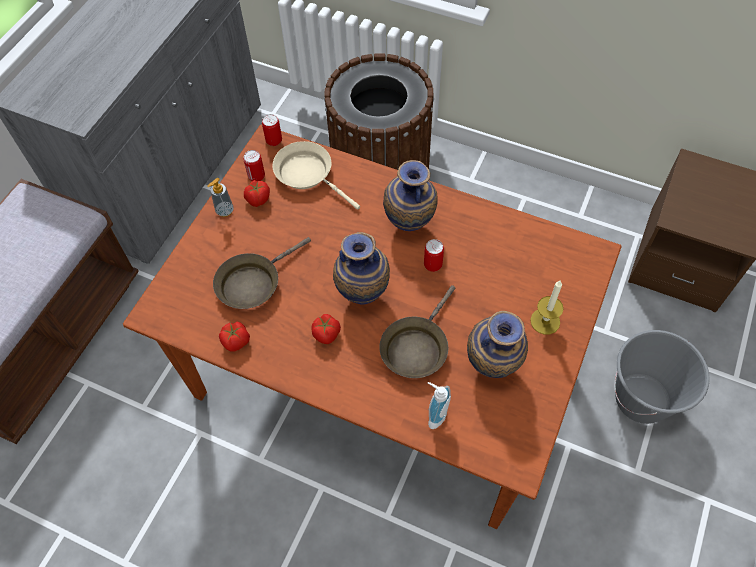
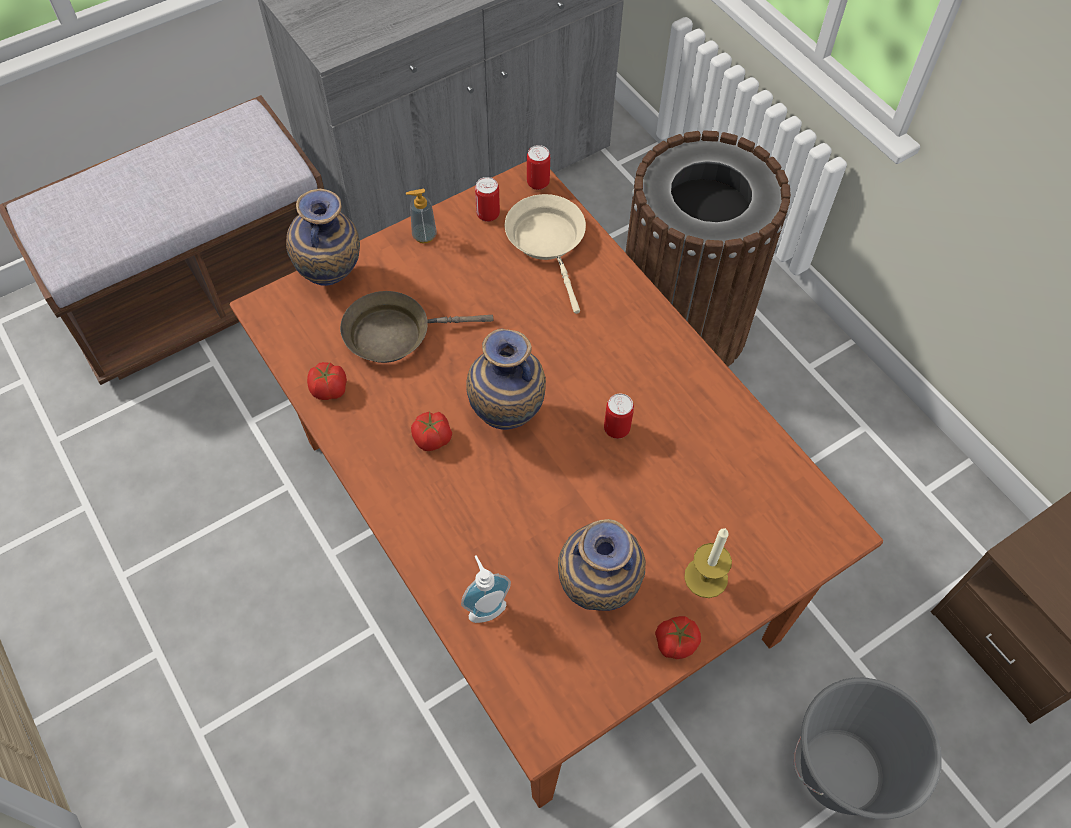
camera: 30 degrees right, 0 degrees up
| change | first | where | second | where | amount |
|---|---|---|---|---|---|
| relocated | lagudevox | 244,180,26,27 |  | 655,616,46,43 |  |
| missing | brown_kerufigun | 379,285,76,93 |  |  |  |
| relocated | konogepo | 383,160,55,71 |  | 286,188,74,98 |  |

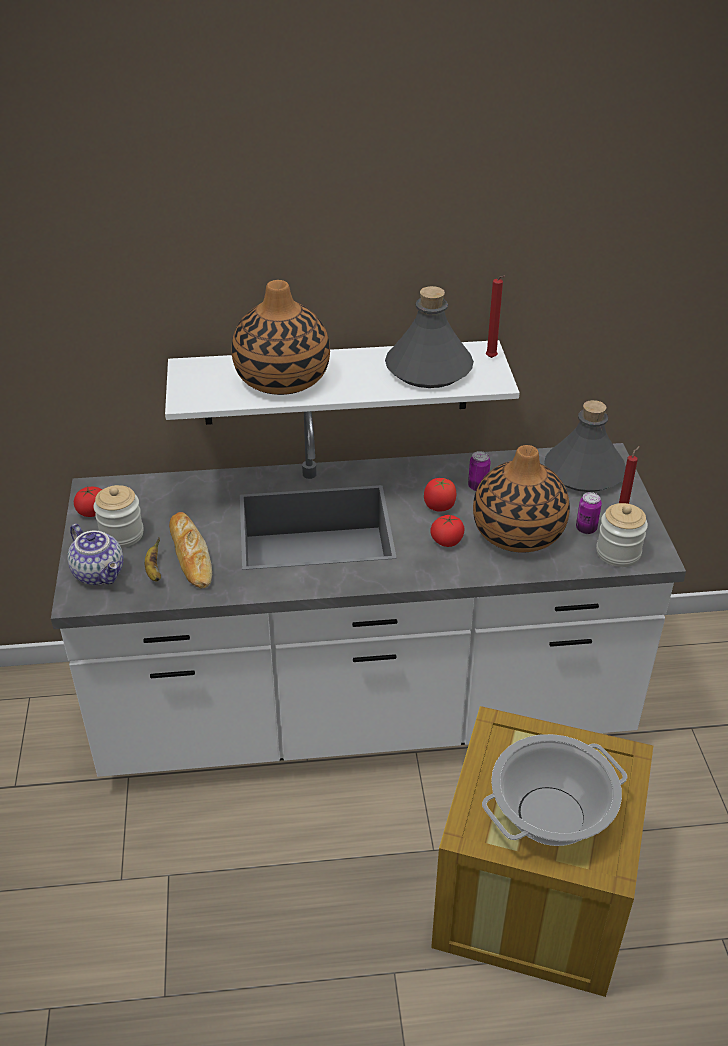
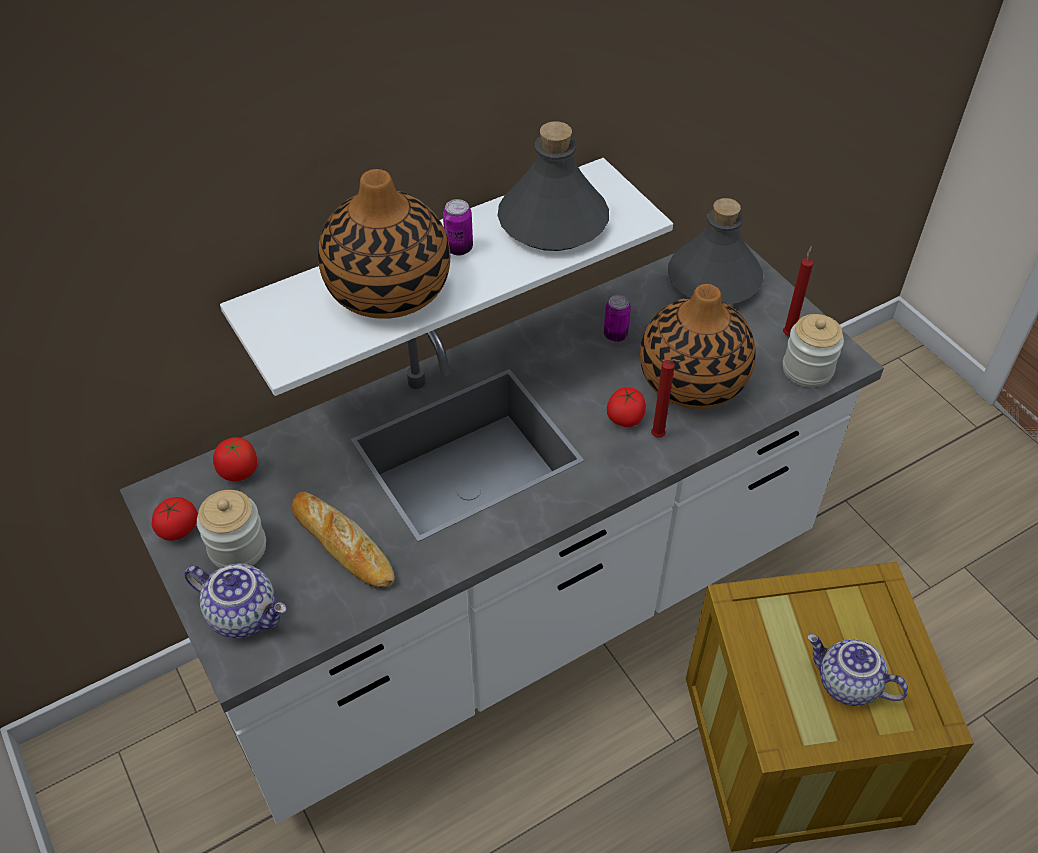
camera: 25 degrees left, 10 degrees up
| change | first | where | second | where | amount |
|---|---|---|---|---|---|
| missing | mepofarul | 145,537,16,44 |  |  |  |
| relocated | lagudevox | 424,478,32,34 |  | 213,437,44,44 |  |
| exchanged | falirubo | 482,734,145,112 | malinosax | 807,634,101,72 |  |
| relocated | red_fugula | 486,276,19,82 |  | 651,359,30,79 |  |
| relocated | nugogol | 576,492,26,42 |  | 443,199,30,57 |  |

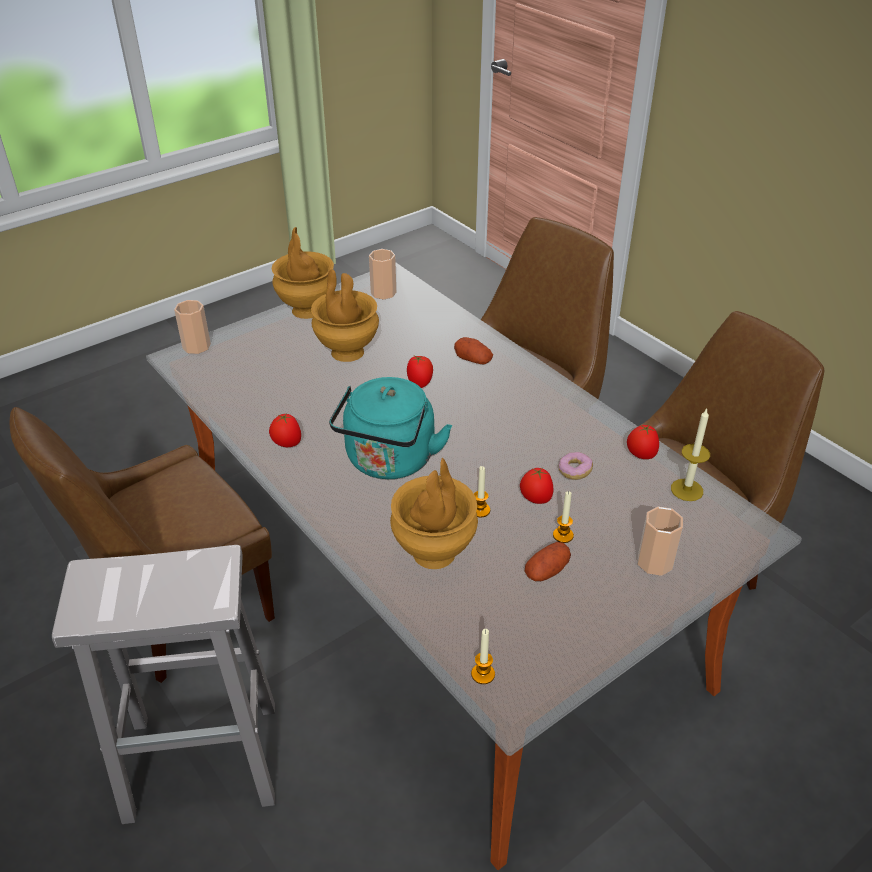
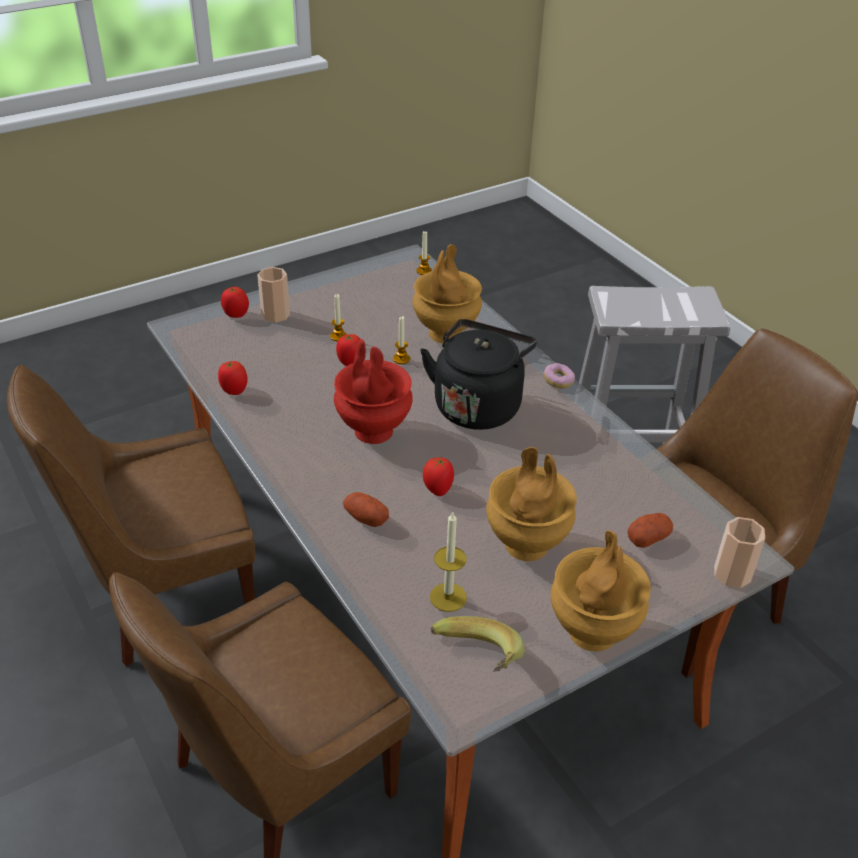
camera: 175 degrees left, 0 degrees up
| change | first | where | second | where | amount |
|---|---|---|---|---|---|
| relocated | lagudevox | 269,414,32,33 |  | 221,287,28,31 |  |
| colour | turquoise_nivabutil | 329,377,123,102 | black_nivabutil | 420,319,117,111 |  |
| exchanged | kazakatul | 369,249,28,51 | mepofarul | 431,616,94,56 |  |
| relocated | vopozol | 525,542,46,39 |  | 628,513,45,35 |  |
| relocated | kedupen | 558,452,35,28 |  | 543,363,32,26 |  |
| relocated | fugula | 671,408,39,93 |  | 430,512,37,100 |  |
| appeared |  |  | red_konogepo | 334,339,79,105 |  |

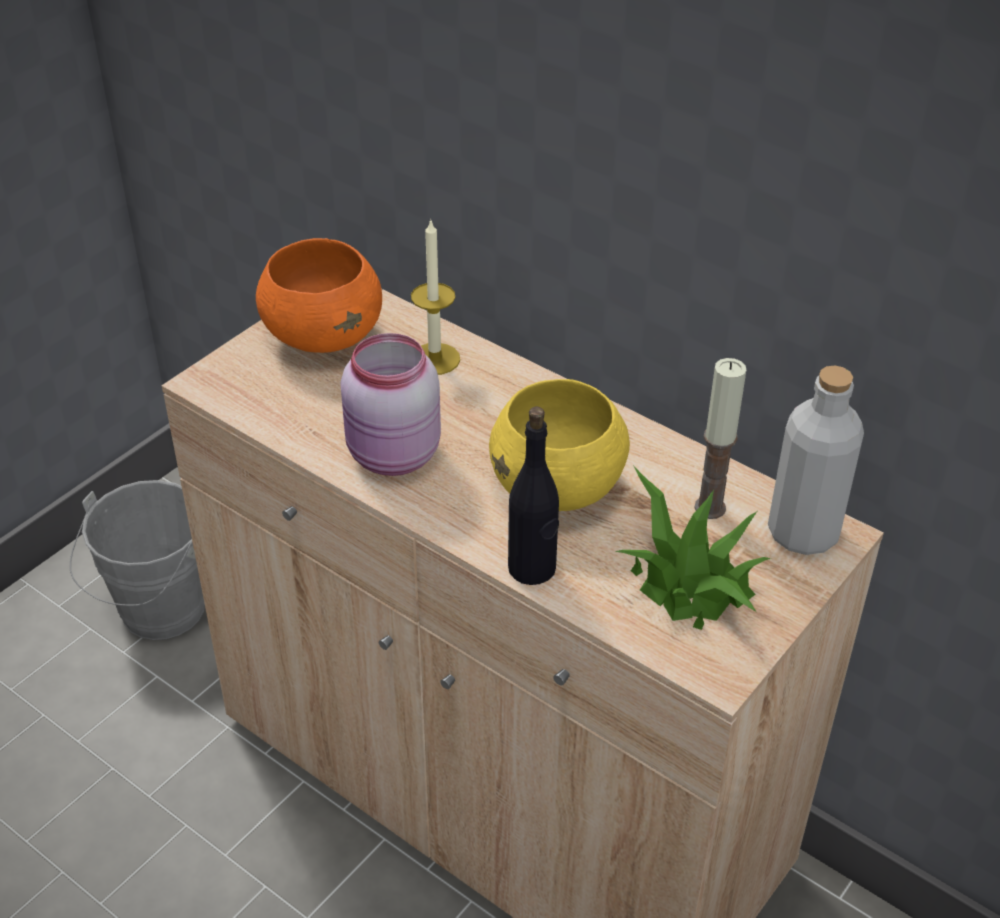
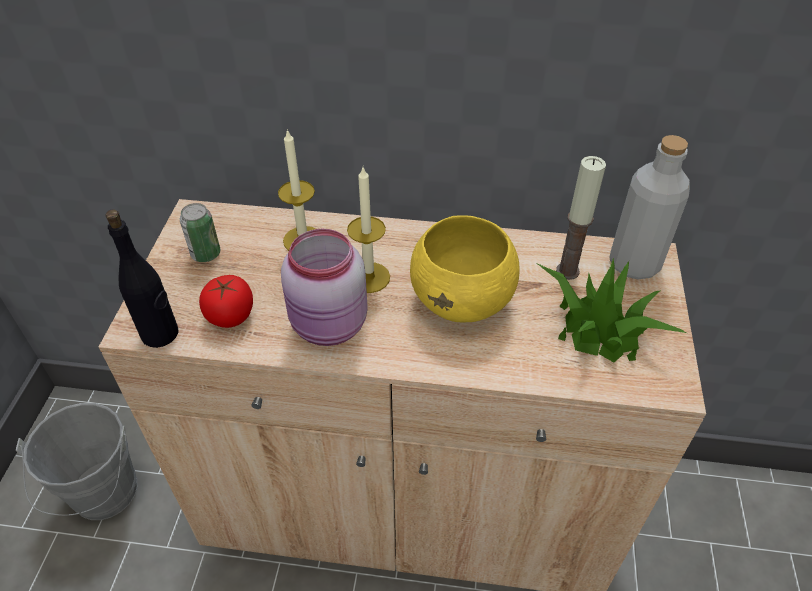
camera: 30 degrees left, 5 degrees up
| change | first | where | second | where | amount |
|---|---|---|---|---|---|
| exchanged | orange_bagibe | 256,238,126,115 | nugogol | 180,203,40,59 |  |
| relocated | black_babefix | 508,407,51,178 |  | 105,209,74,139 |  |
| appeared |  |  | lagudevox | 199,275,54,53 |  |
| appeared |  |  | fugula | 347,167,43,126 |  |

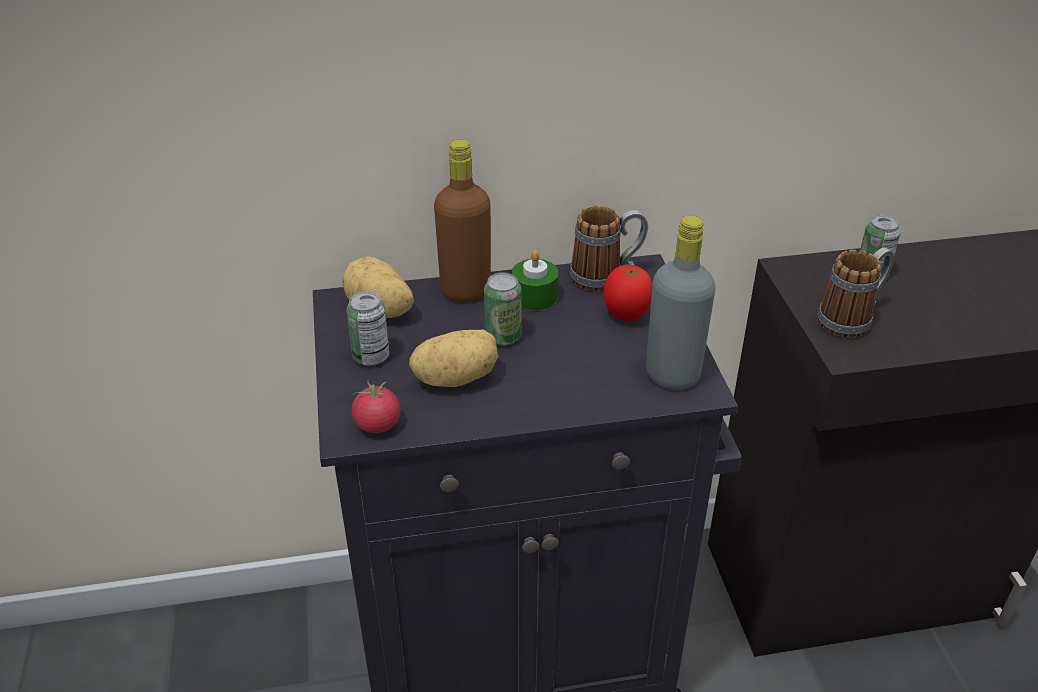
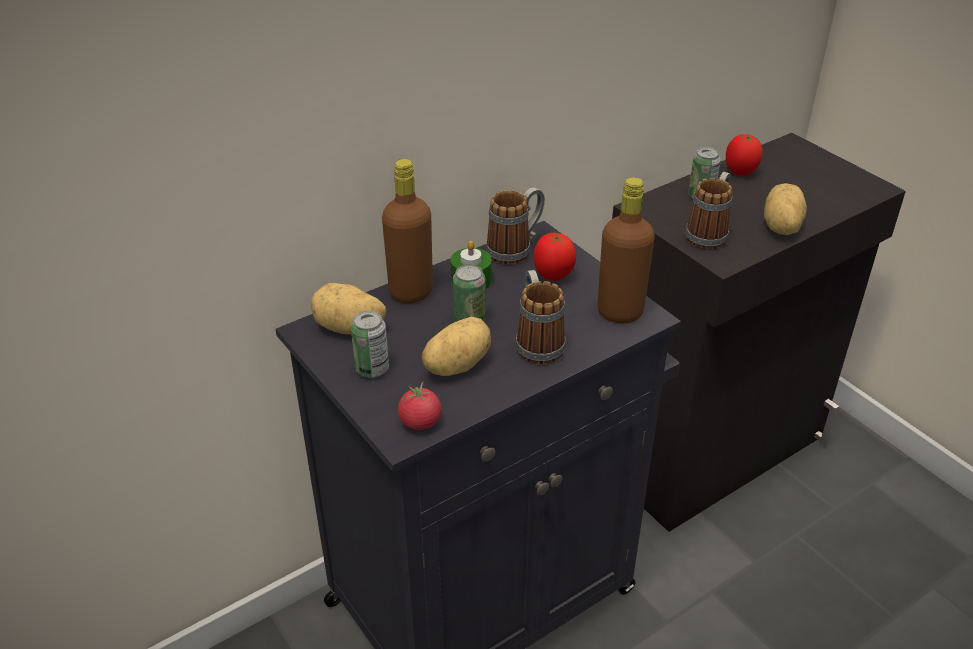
camera: 25 degrees left, 0 degrees up
| change | first | where | second | where | amount |
|---|---|---|---|---|---|
| colour | grey_babefix | 646,216,70,174 | brown_babefix | 597,177,58,146 |  |
| appeared |  |  | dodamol | 515,270,51,94 |  |
| appeared |  |  | lagudevox | 726,134,37,42 |  |
| appeared |  |  | vopozol | 764,183,43,52 |  |

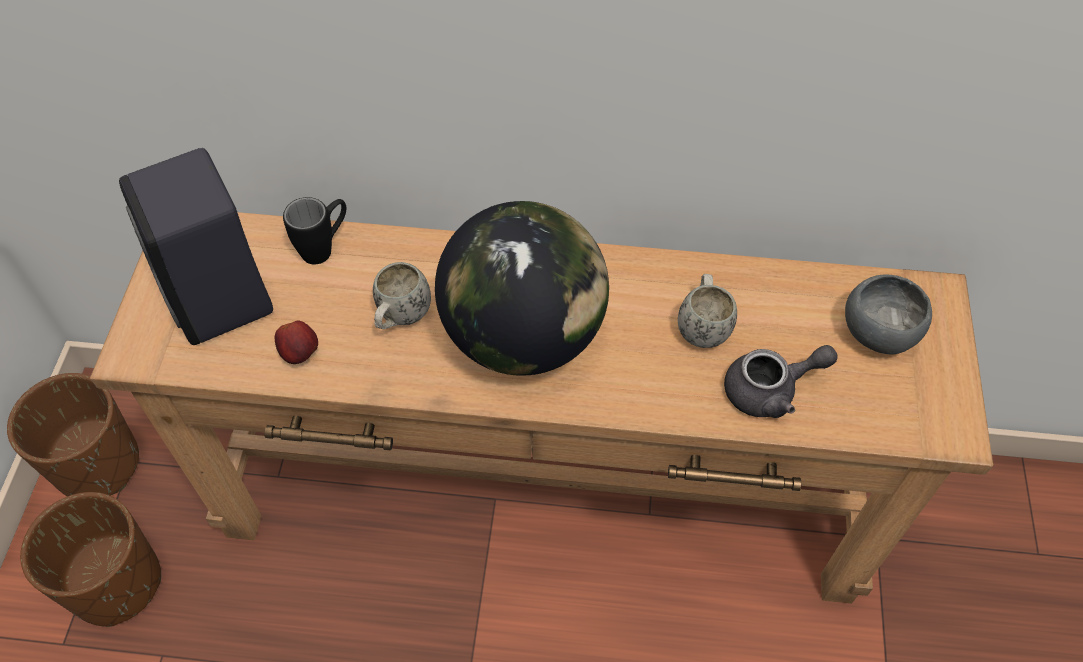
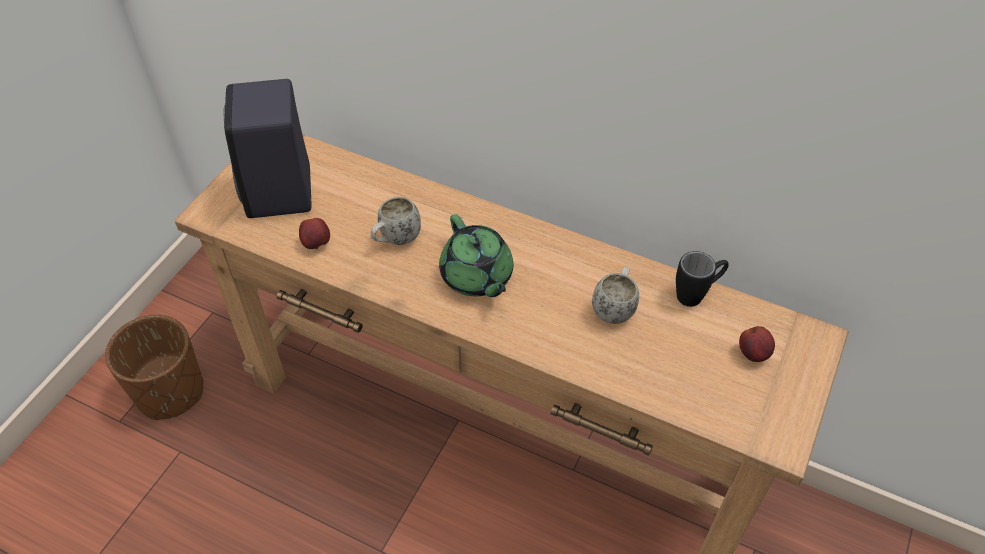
camera: 20 degrees right, 5 degrees down
| change | first | where | second | where | amount |
|---|---|---|---|---|---|
| missing | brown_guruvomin | 7,373,132,123 |  |  |  |
| relocated | black_dodamol | 283,197,63,68 |  | 676,251,53,56 |  |
| exchanged | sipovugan | 435,201,174,174 | green_malinosax | 439,214,74,83 |  |
| missing | grey_malinosax | 724,345,114,73 |  |  |  |
| exchanged | grey_bagibe | 845,274,87,80 | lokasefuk | 739,326,36,36 |  |

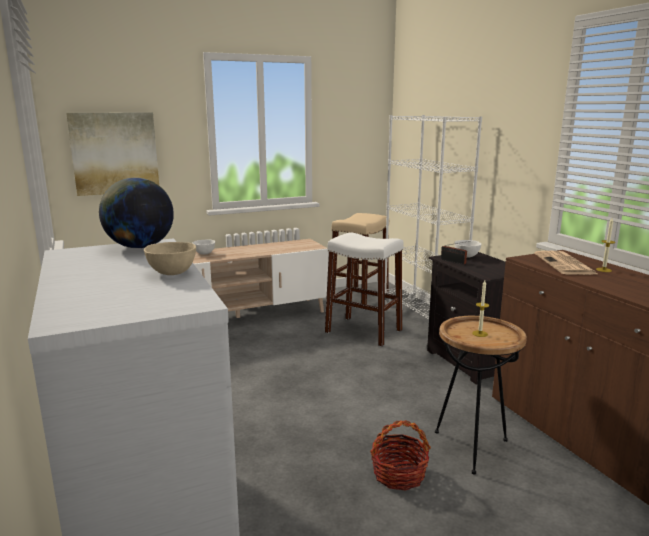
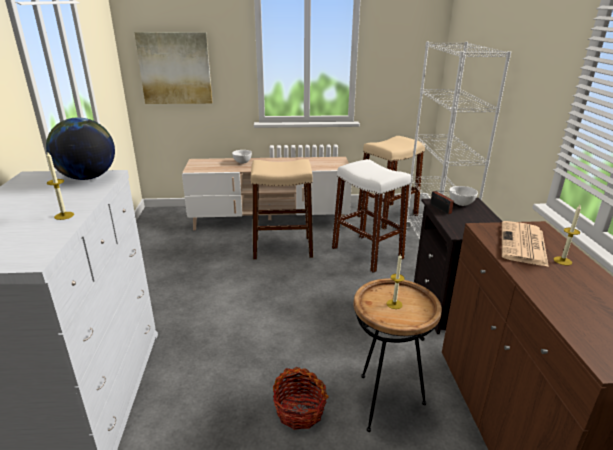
camera: 20 degrees right, 10 degrees up
| change | first | where | second | where | amount |
|---|---|---|---|---|---|
| exchanged | beige_bagibe | 144,242,52,33 | fugula | 47,152,27,68 |  |
| appeared |  |  | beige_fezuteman | 251,159,62,100 |  |

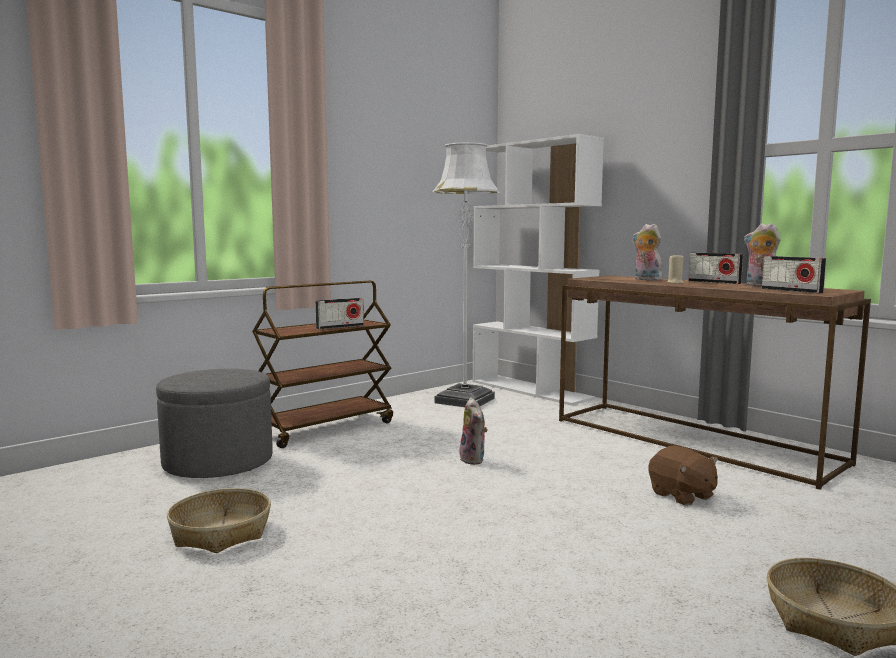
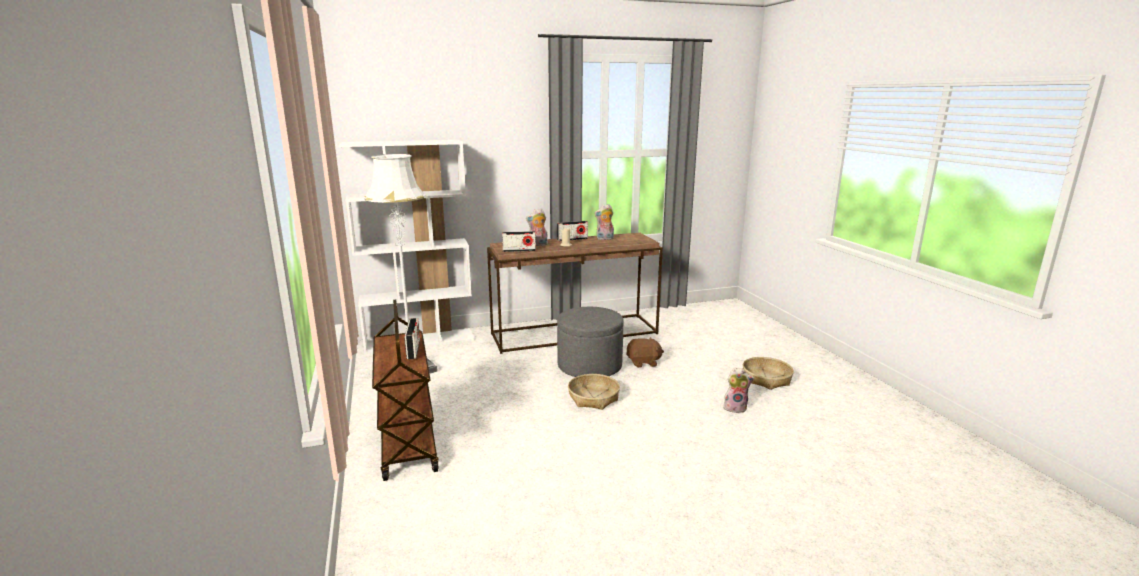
camera: 65 degrees left, 10 degrees up
| change | first | where | second | where | amount |
|---|---|---|---|---|---|
| relocated | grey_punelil | 156,369,117,109 |  | 557,307,67,70 |  |
| relocated | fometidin | 167,488,104,65 |  | 568,374,52,36 |  |
| relocated | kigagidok | 460,398,28,67 |  | 723,368,31,45 |  |
| relocated | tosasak | 762,256,64,37 |  | 502,231,34,21 |  |

